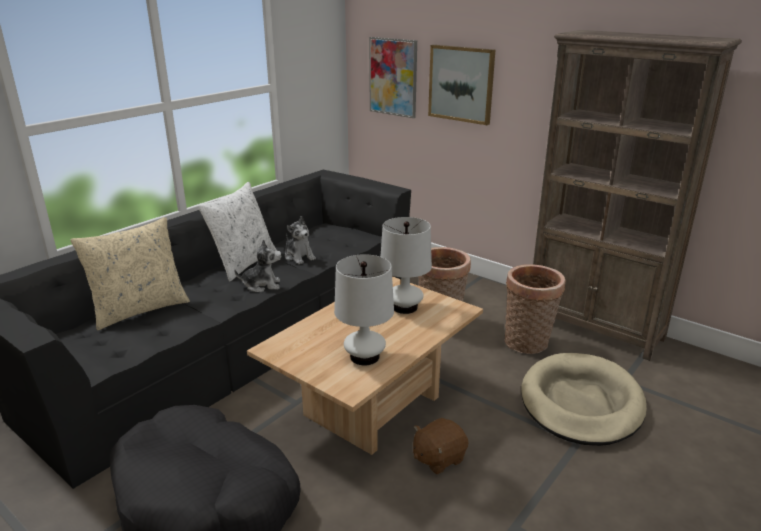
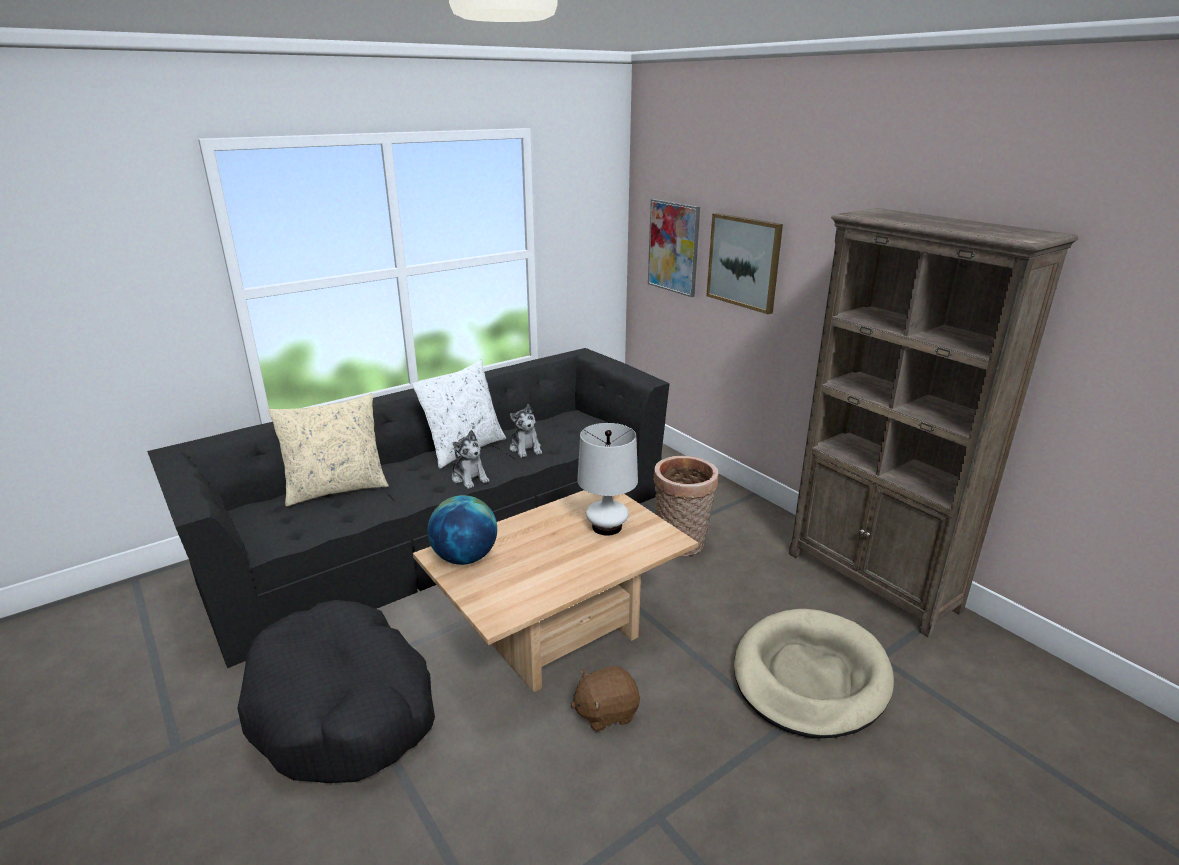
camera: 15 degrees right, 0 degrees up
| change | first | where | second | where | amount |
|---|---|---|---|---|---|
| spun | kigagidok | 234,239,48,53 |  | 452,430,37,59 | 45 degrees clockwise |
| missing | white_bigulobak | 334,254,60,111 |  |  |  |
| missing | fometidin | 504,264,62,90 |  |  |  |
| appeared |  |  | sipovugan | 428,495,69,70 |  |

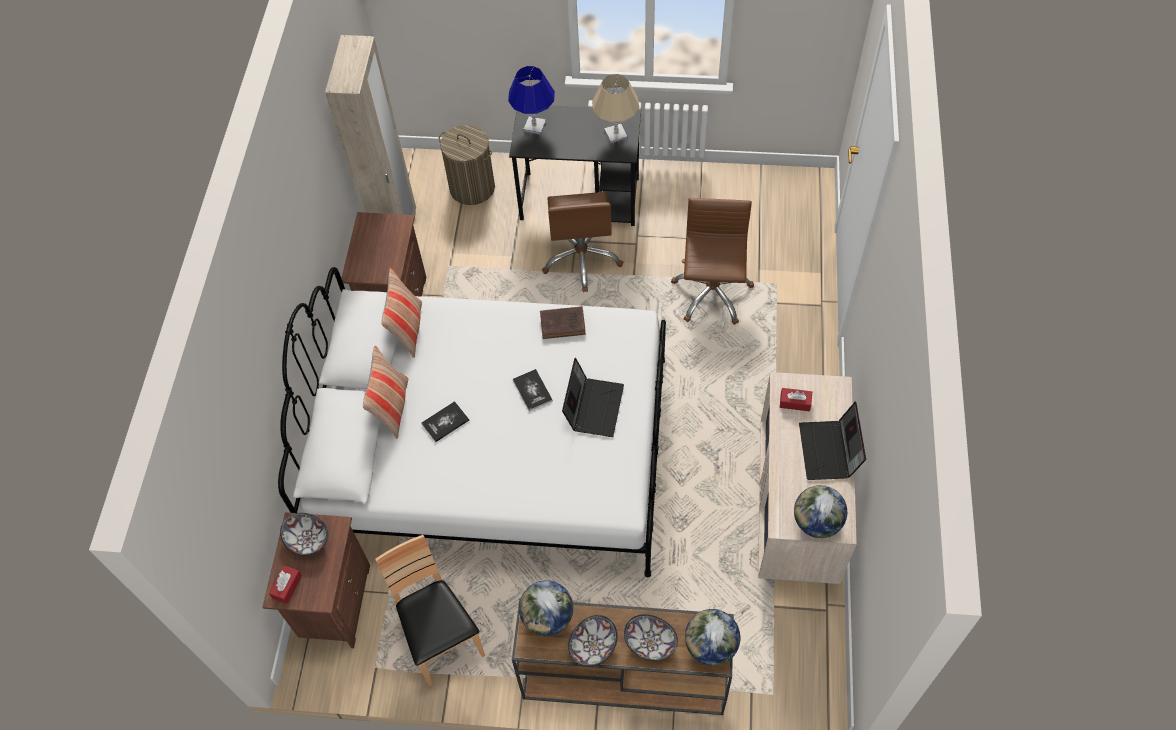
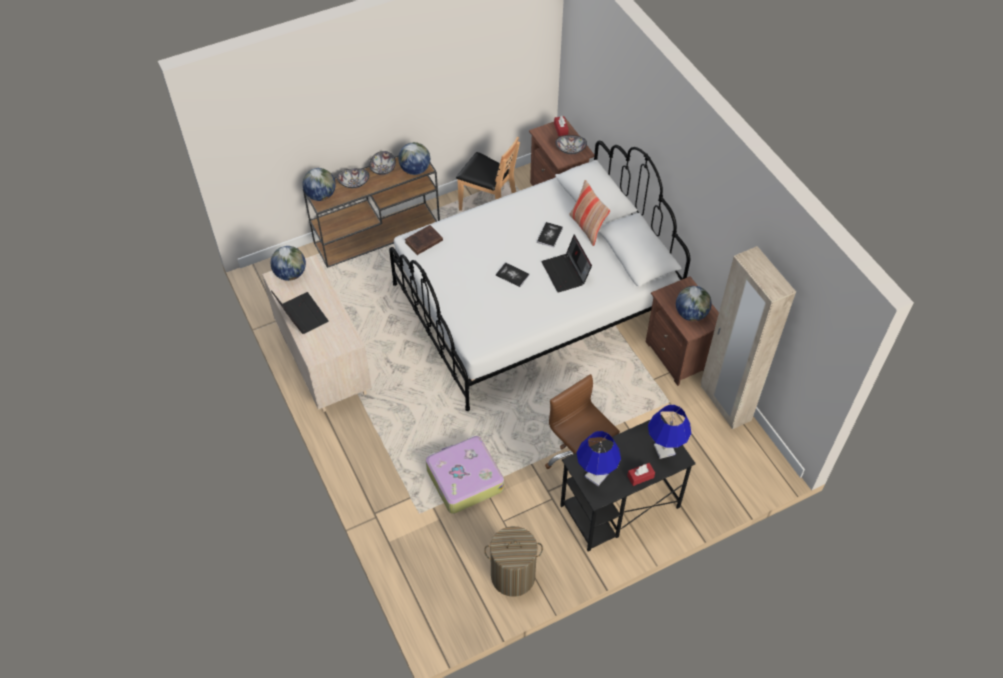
camera: 145 degrees right, 5 degrees down
| change | first | where | second | where | amount |
|---|---|---|---|---|---|
| missing | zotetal | 382,268,40,90 |  |  |  |
| relocated | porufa | 439,125,56,80 |  | 484,526,59,71 |  |
| relocated | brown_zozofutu | 540,306,46,33 |  | 405,225,38,30 |  |
| relocated | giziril | 562,358,62,79 |  | 541,235,51,58 |  |
| colour | beige_bigulobak | 592,74,47,69 | blue_bigulobak | 577,431,44,55 |  |
| exchanged | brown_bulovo | 671,198,83,127 | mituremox | 426,436,78,78 |  |
| relocated | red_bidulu | 780,388,32,23 |  | 627,463,28,23 |  |
| appeared |  |  | sipovugan | 676,286,36,35 |  |

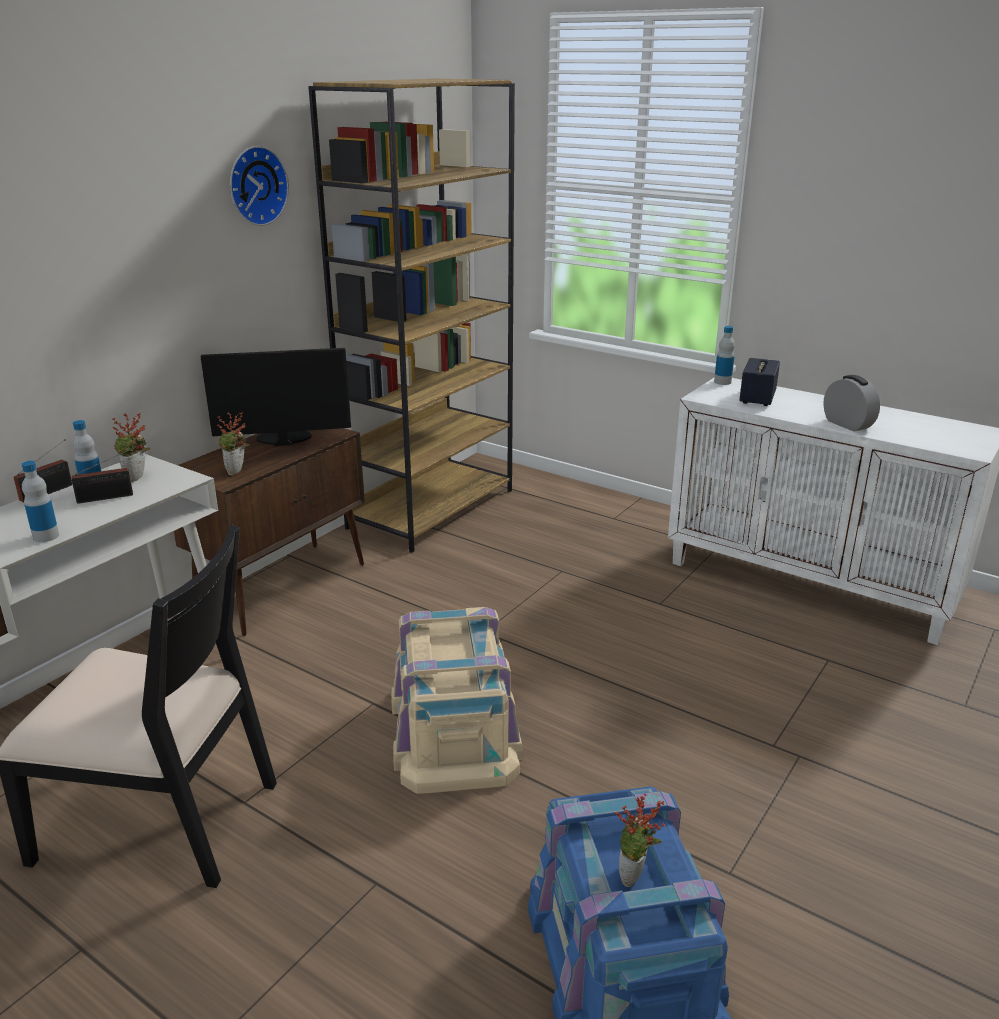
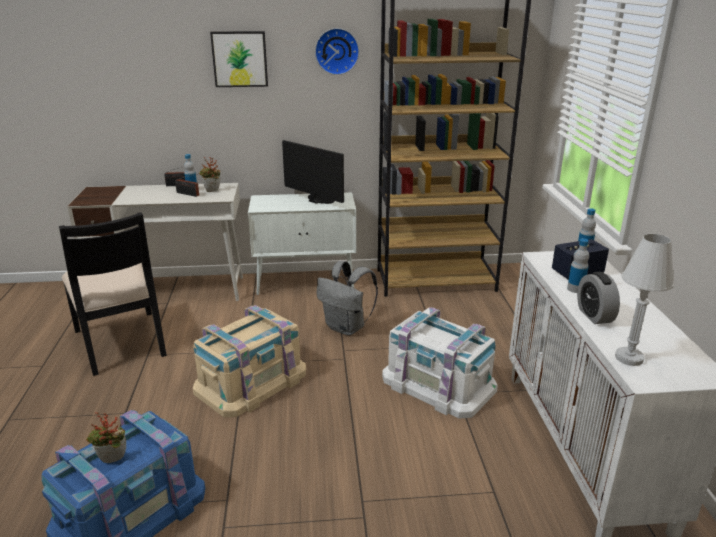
camera: 50 degrees right, 0 degrees up
| change | first | where | second | where | amount |
|---|---|---|---|---|---|
| relocated | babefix | 22,461,37,81 |  | 567,239,22,54 |  |
| colour | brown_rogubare | 174,428,191,208 | white_rogubare | 248,192,108,103 |  |
| missing | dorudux | 217,412,33,63 |  |  |  |
| spun | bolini | 823,375,57,57 |  | 577,272,43,52 | 150 degrees clockwise |
| appeared |  |  | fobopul | 210,31,58,56 |  |
| appeared |  |  | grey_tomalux | 317,261,61,75 |  |
| appeared |  |  | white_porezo | 382,307,116,112 |  |
| appeared |  |  | white_bigulobak | 615,234,59,132 |  |

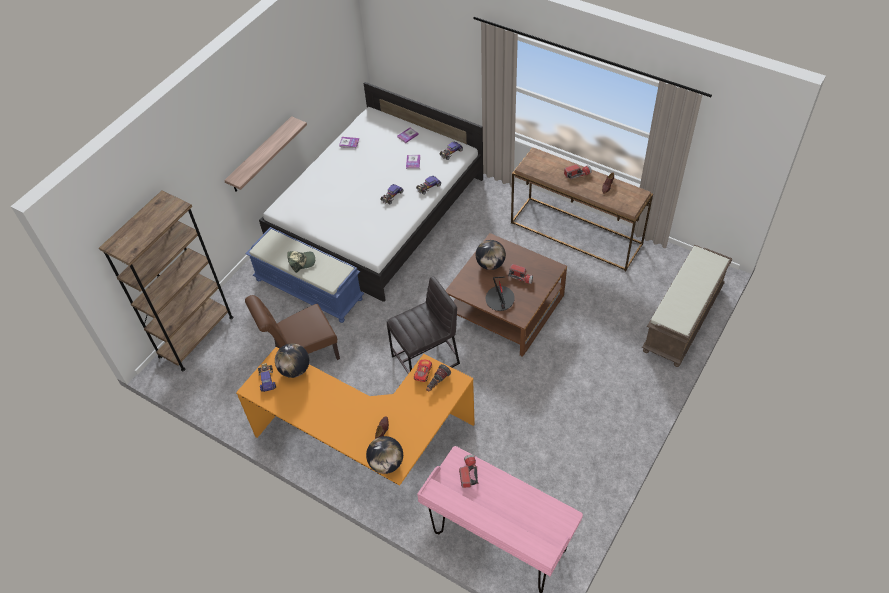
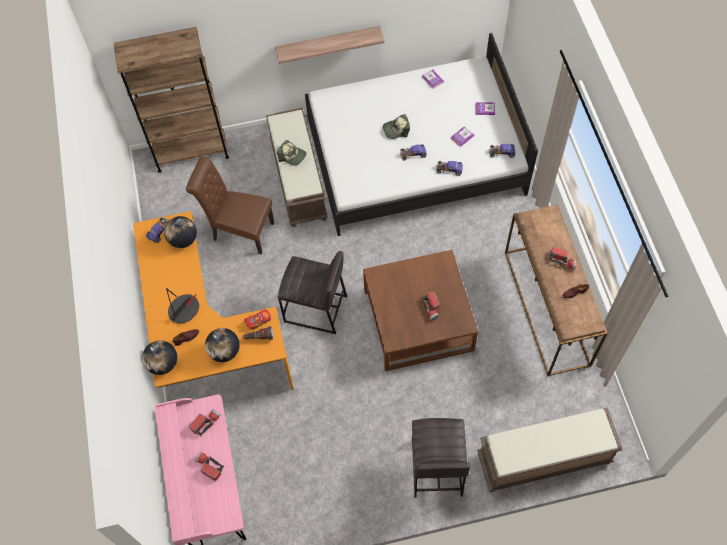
camera: 45 degrees right, 10 degrees up
| change | first | where | second | where | amount |
|---|---|---|---|---|---|
| colour | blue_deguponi | 245,227,119,96 | brown_deguponi | 266,108,62,119 |  |
| relocated | sipovugan | 476,240,30,30 |  | 205,328,35,34 |  |
| relocated | bigulobak | 486,277,29,34 |  | 166,288,33,35 |  |
| appeared |  |  | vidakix | 195,452,29,29 |  |
| appeared |  |  | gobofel | 383,114,27,25 |  |
| appeared |  |  | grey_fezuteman | 412,418,58,80 |  |

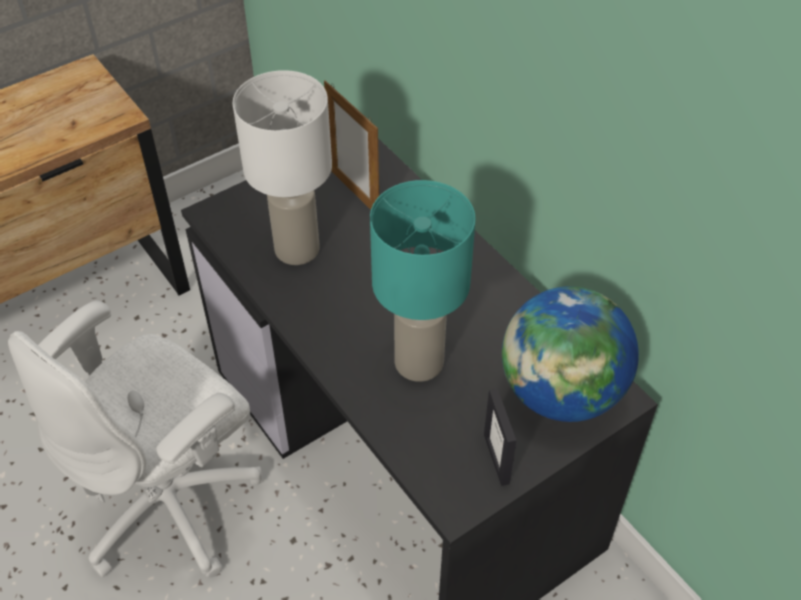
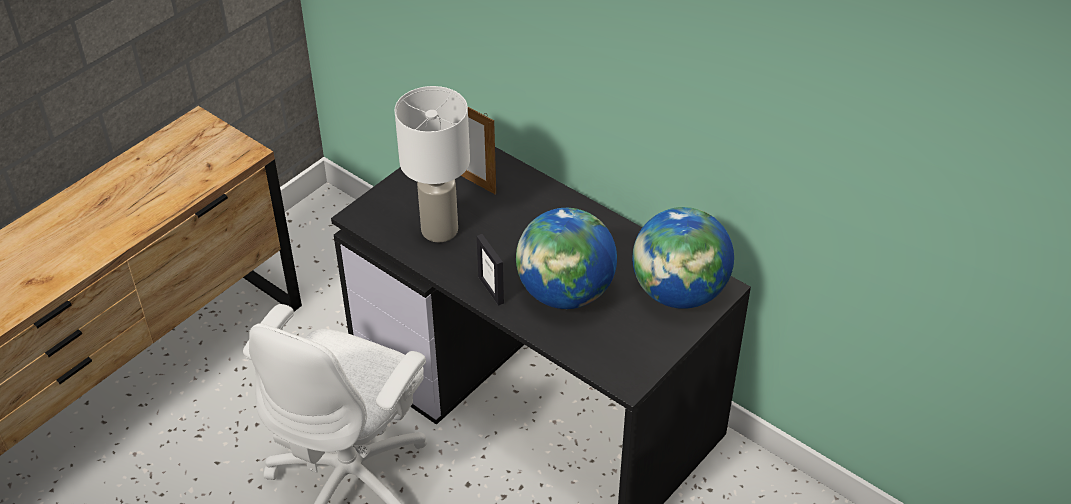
camera: 15 degrees left, 5 degrees down
| change | first | where | second | where | amount |
|---|---|---|---|---|---|
| exchanged | turquoise_bigulobak | 370,180,106,202 | sipovugan | 516,208,101,101 |  |
| relocated | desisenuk | 484,388,33,98 |  | 477,234,27,72 |  |

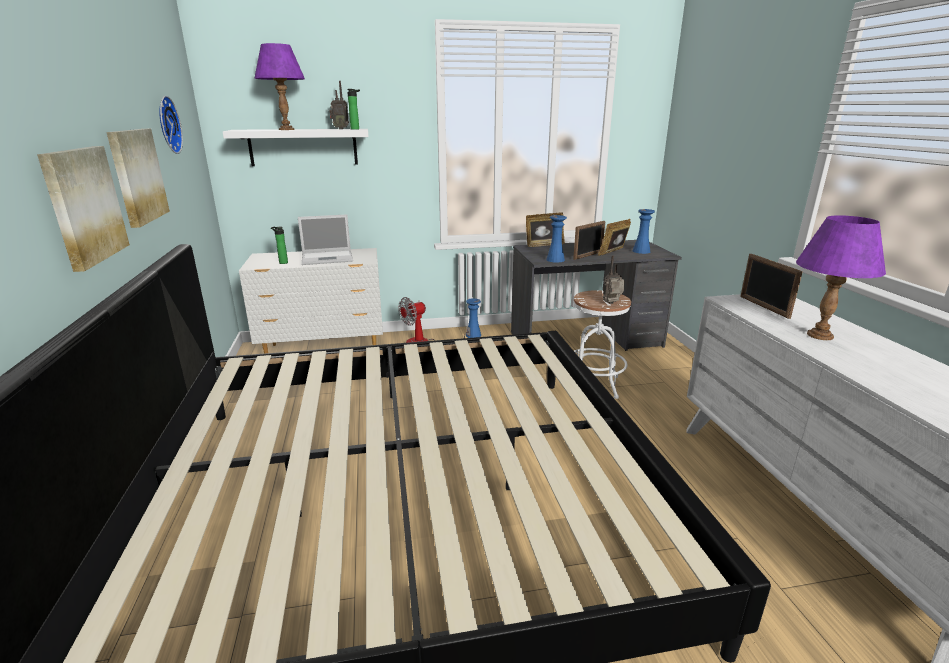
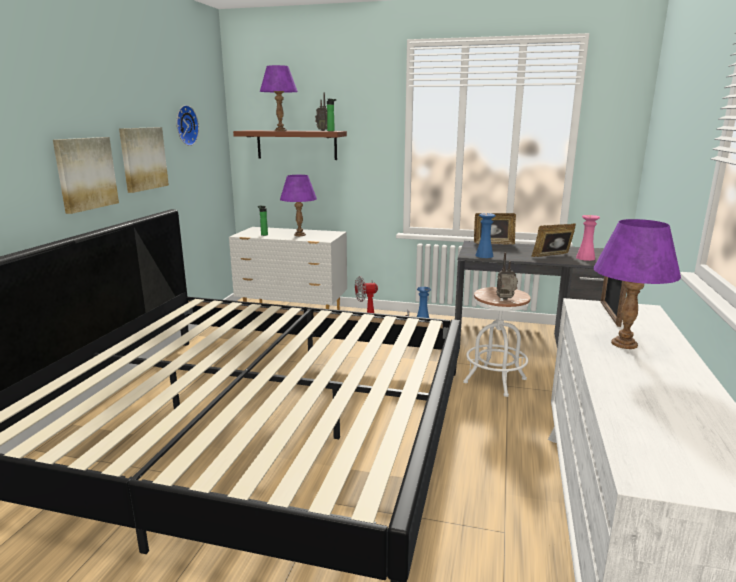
camera: 25 degrees right, 5 degrees down
| change | first | where | second | where | amount |
|---|---|---|---|---|---|
| colour | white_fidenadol | 223,129,146,37 | brown_fidenadol | 233,130,114,30 |  |
| exchanged | giziril | 298,214,55,51 | purple_bigulobak | 280,175,37,61 |  |
| missing | desisenuk | 573,221,32,39 |  |  |  |
| colour | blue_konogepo | 632,209,23,45 | pink_konogepo | 576,215,24,46 |  |

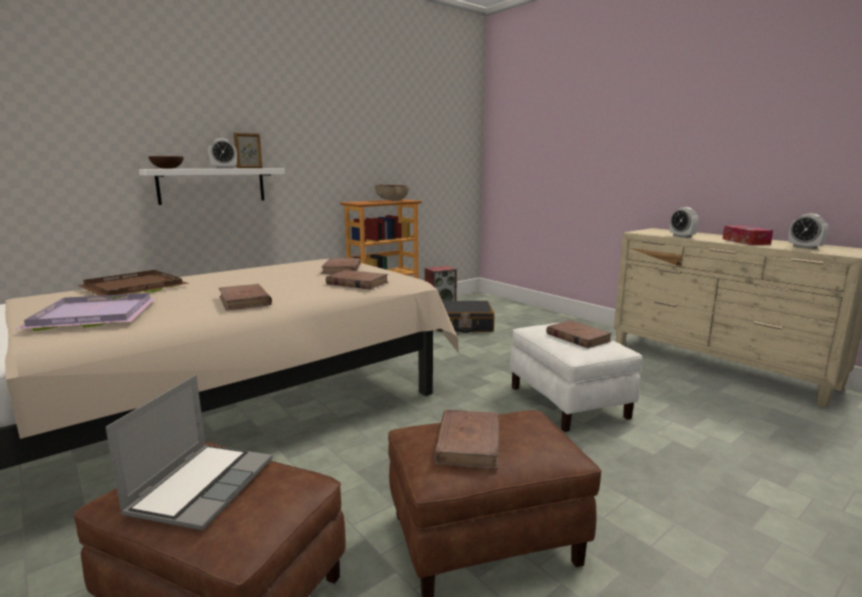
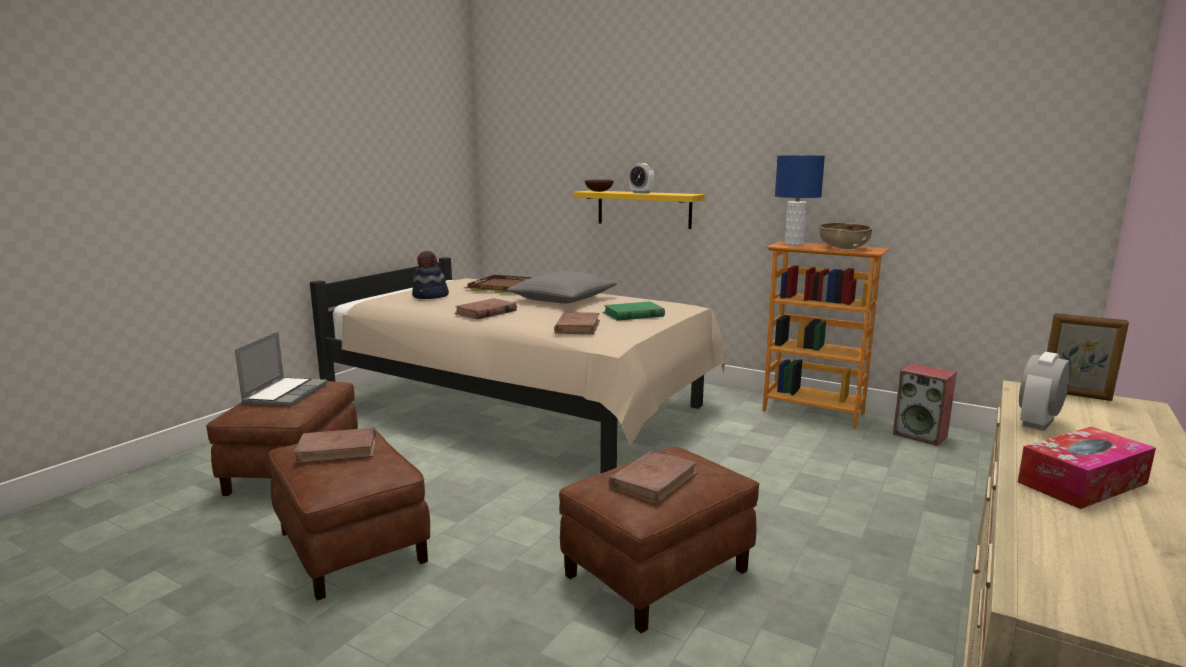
camera: 70 degrees right, 0 degrees up
| change | first | where | second | where | amount |
|---|---|---|---|---|---|
| exchanged | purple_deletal | 16,293,141,38 | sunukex | 412,251,37,48 |  |
| spun | giziril | 106,375,166,156 |  | 235,331,93,75 | 75 degrees counterclockwise |
| colour | white_fidenadol | 139,168,146,37 | yellow_fidenadol | 573,190,132,39 |  |
| relocated | desisenuk | 234,133,28,35 |  | 1047,313,82,88 |  |
| colour | brown_zozofutu | 321,258,40,16 | green_zozofutu | 603,301,62,20 |  |
| missing | black_mituremox | 436,301,58,32 |  |  |  |
| colour | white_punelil | 510,323,133,109 | brown_punelil | 559,447,201,186 |  |
| missing | bolini | 788,214,41,35 |  |  |  |
| appeared |  |  | grey_zotetal | 507,271,110,33 |  |
| appeared |  |  | blue_bigulobak | 775,155,50,90 |  |

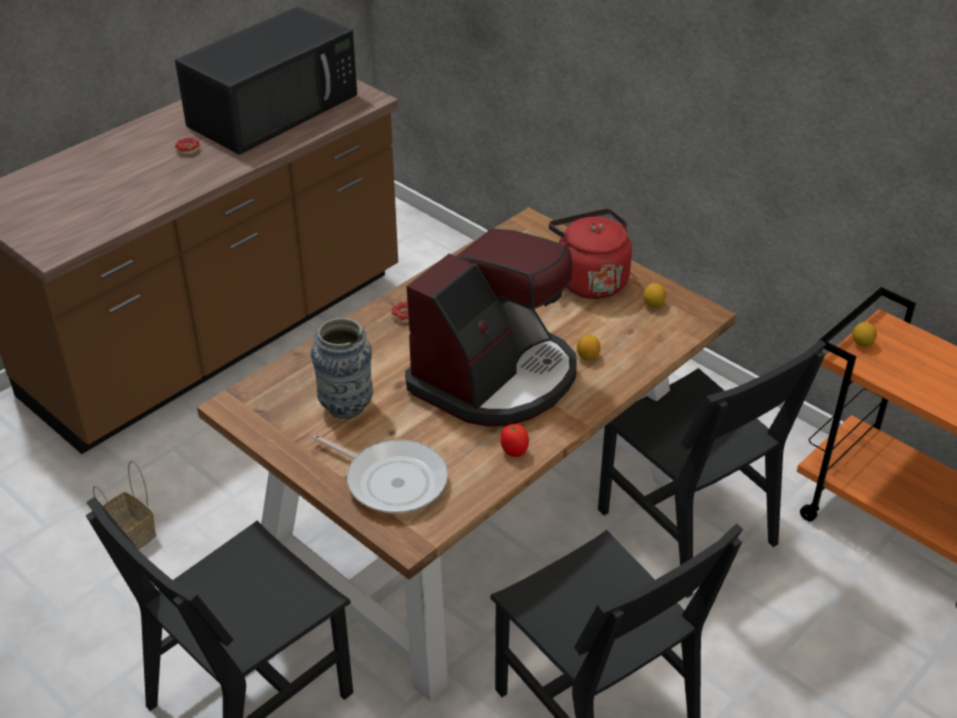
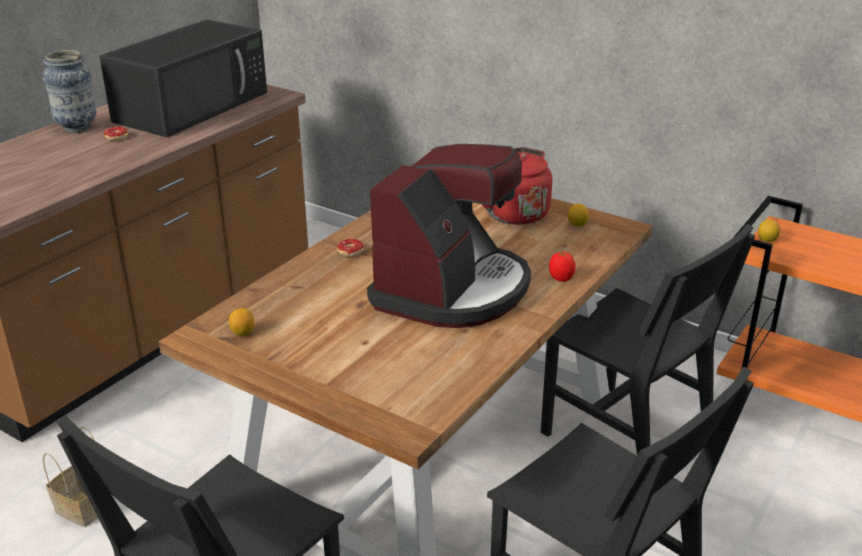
camera: 10 degrees left, 10 degrees down
| change | first | where | second | where | amount |
|---|---|---|---|---|---|
| relocated | konogepo | 311,318,62,101 |  | 42,50,54,83 |  |
| missing | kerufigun | 313,434,135,79 |  |  |  |
| relocated | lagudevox | 501,424,28,33 |  | 549,252,27,30 |  |
| relocated | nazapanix | 577,335,24,26 |  | 229,308,25,28 |  |

